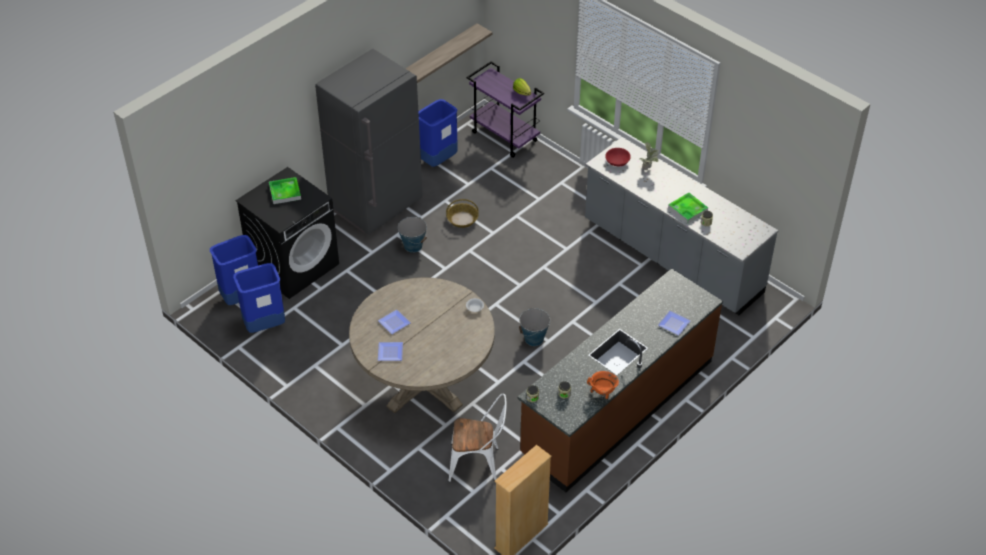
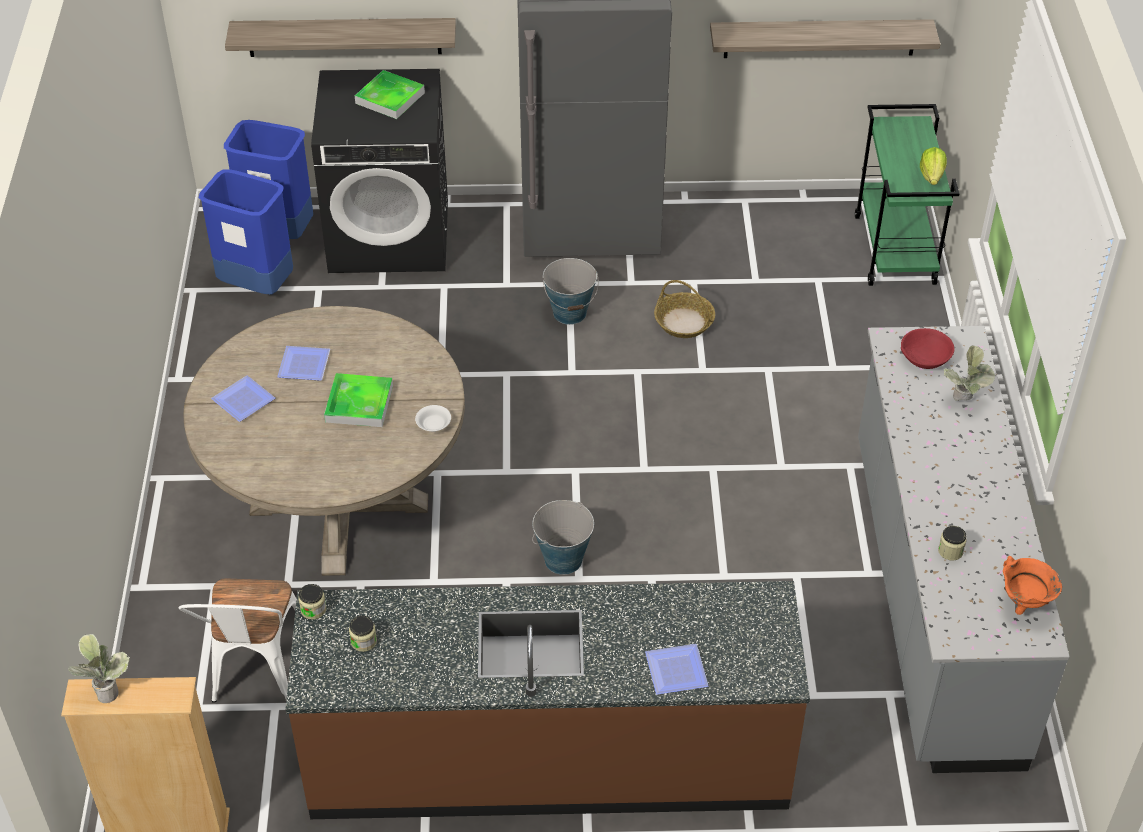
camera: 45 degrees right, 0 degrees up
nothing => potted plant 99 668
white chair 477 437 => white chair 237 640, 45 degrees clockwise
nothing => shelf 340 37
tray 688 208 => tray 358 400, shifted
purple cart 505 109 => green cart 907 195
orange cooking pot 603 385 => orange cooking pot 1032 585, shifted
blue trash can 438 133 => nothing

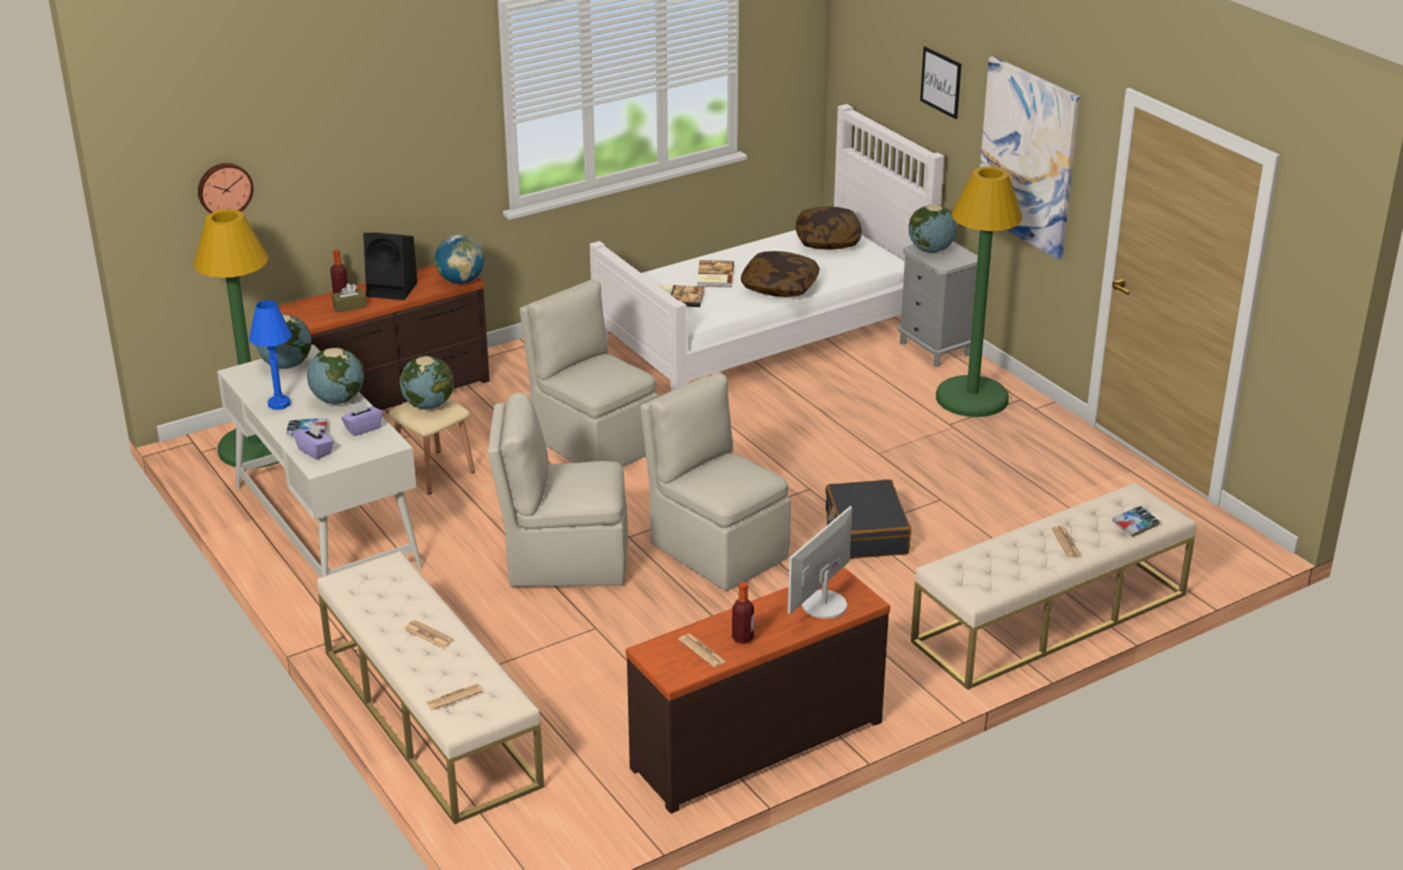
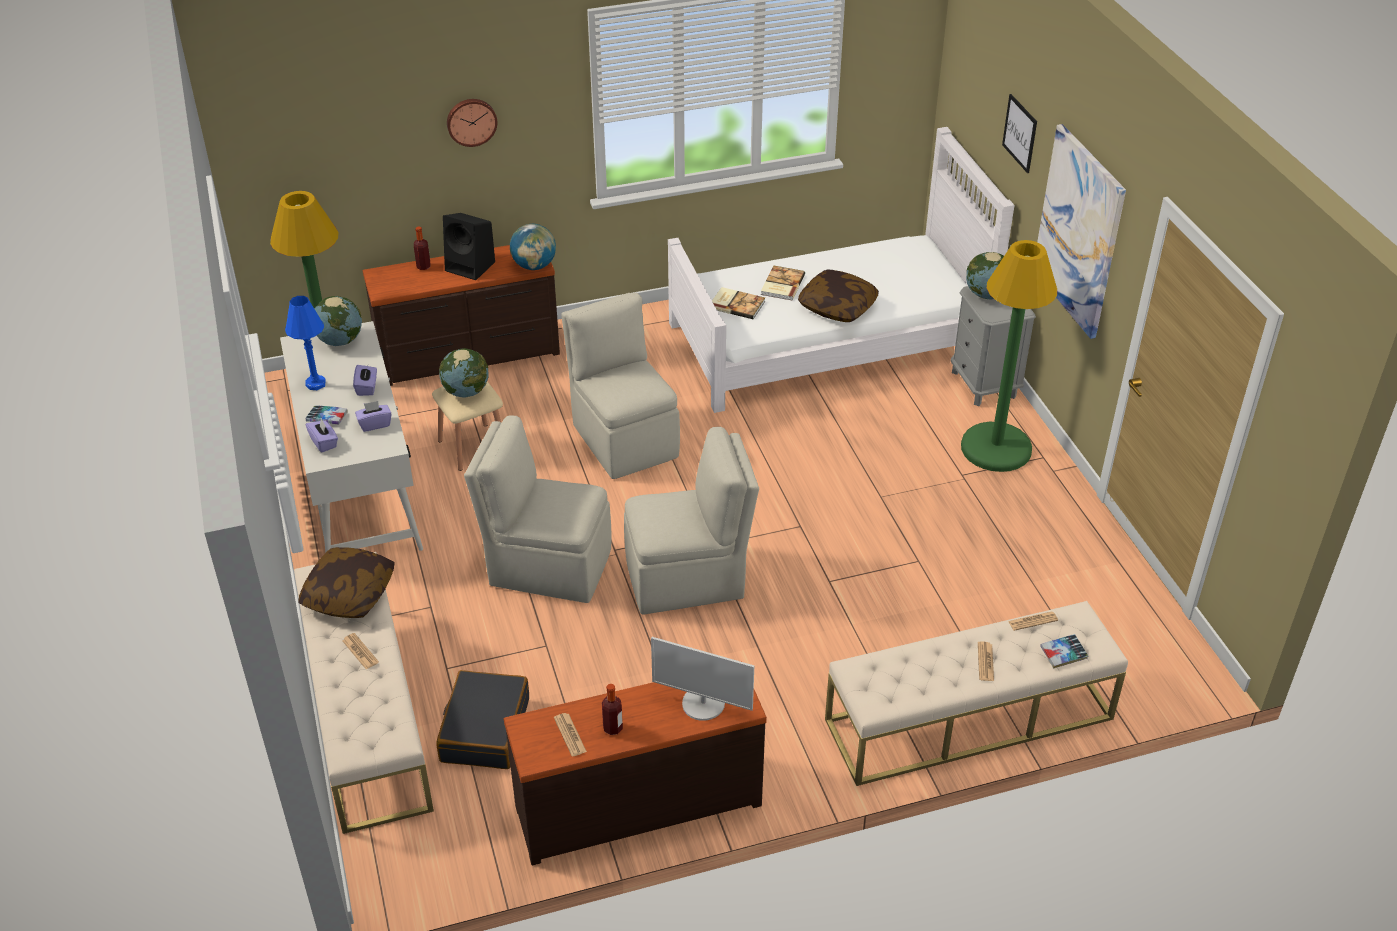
camera: 15 degrees right, 10 degrees up
pillow 828 228 => pillow 346 582, shifted
globe 335 375 => purple tissue box 365 380
black suitcase 868 519 => black suitcase 482 719, shifted
wall clock 226 188 => wall clock 472 123, shifted
beige chair 715 482 => beige chair 691 521, 105 degrees clockwise
monitor 820 562 => monitor 702 679, 120 degrees counterclockwise
newspaper 454 696 => newspaper 1033 621, shifted
brown tissue box 349 298 => nothing

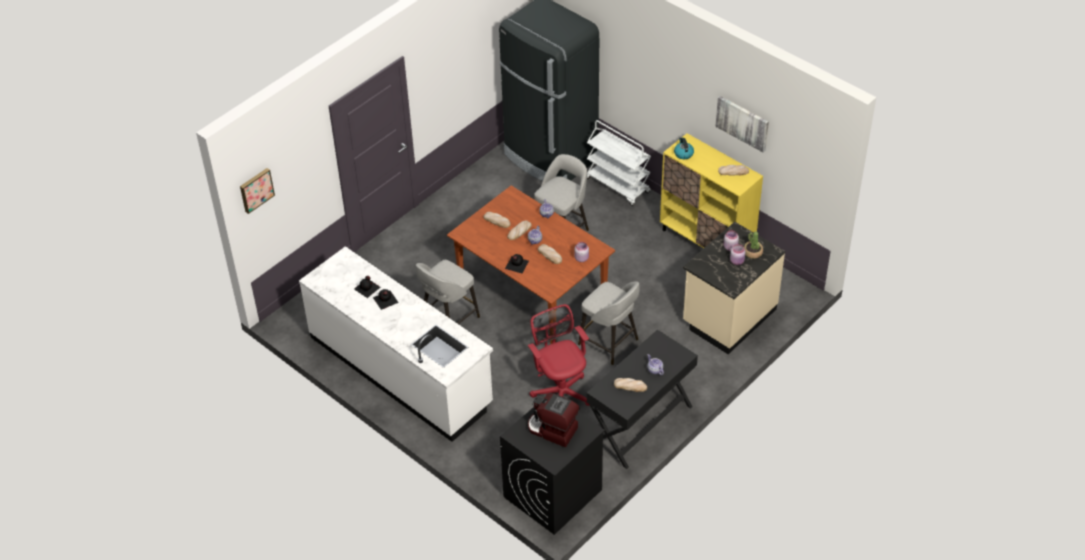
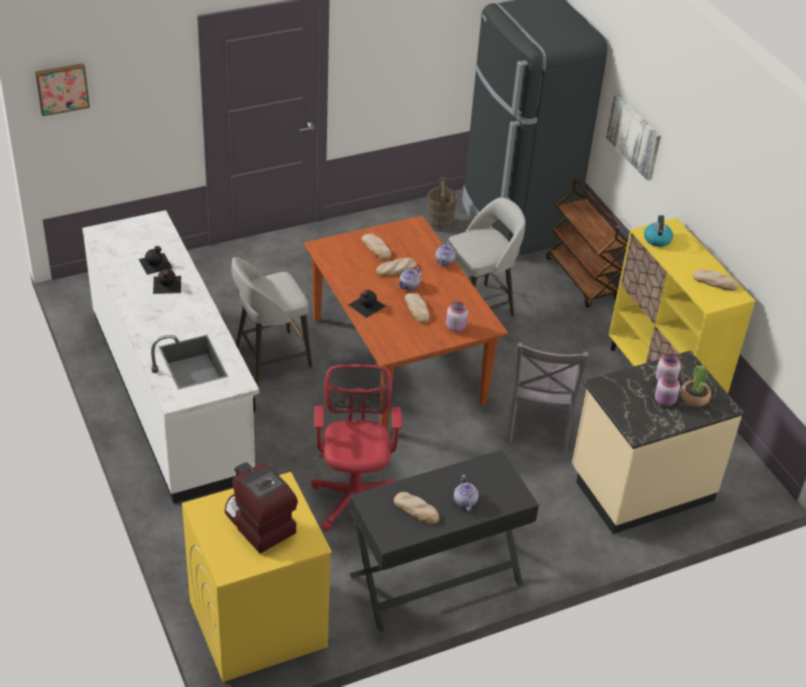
camera: 20 degrees right, 5 degrees down
black washing machine 552 463 => yellow washing machine 257 577
nothing => brown bucket 442 204
nothing => grey chair 547 397
white cart 619 163 => brown cart 586 243
picture 742 124 => picture 633 137, shifted
grey stool 608 323 => nothing

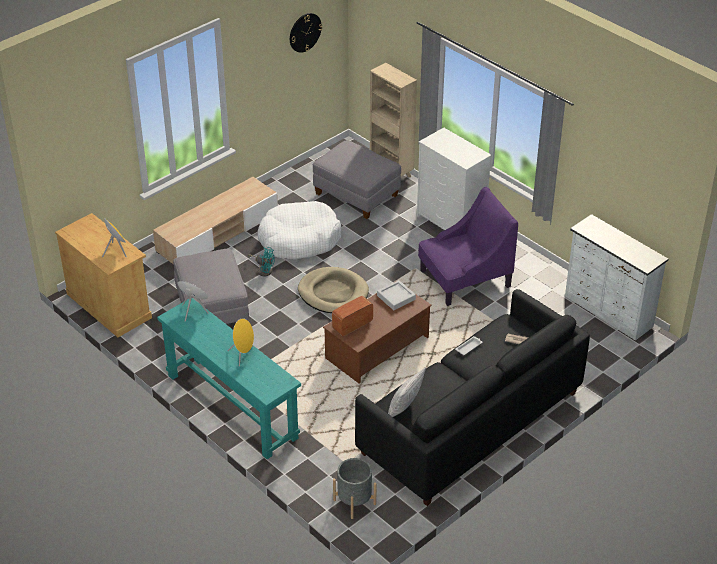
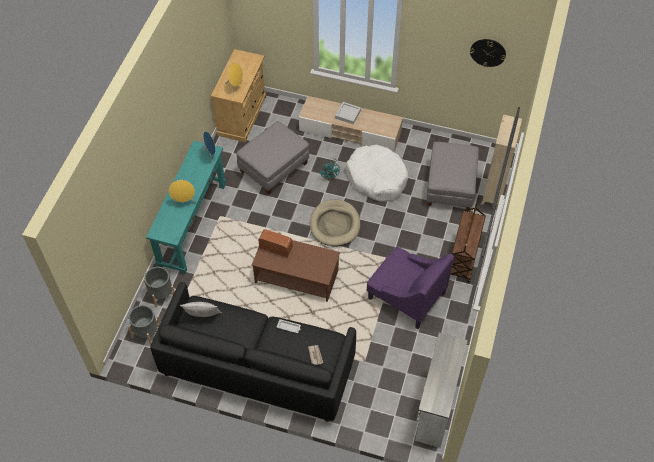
camera: 60 degrees right, 15 degrees up
nothing => grey planter 159 287
grey tray 396 295 => grey tray 348 113, shifted
white dresser 454 179 => brown cart 468 242

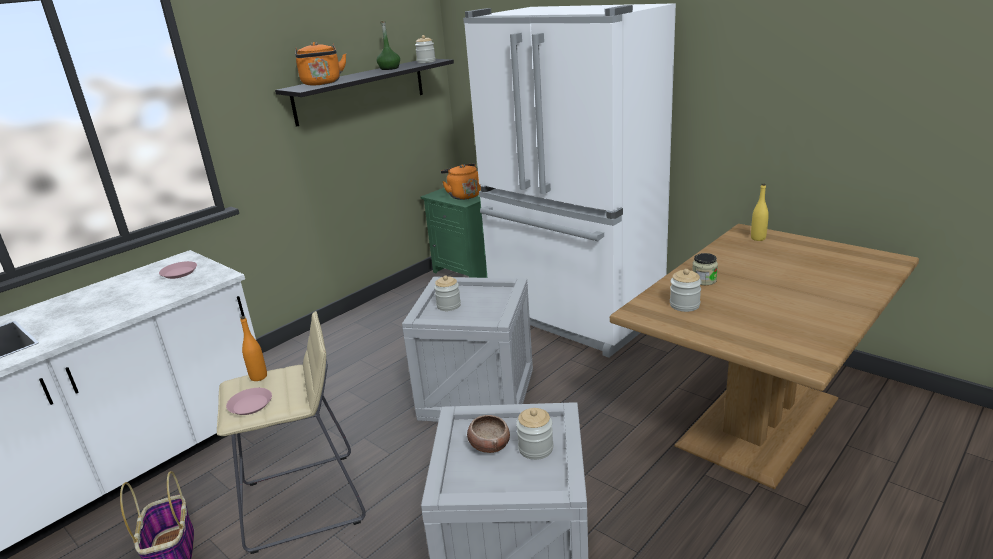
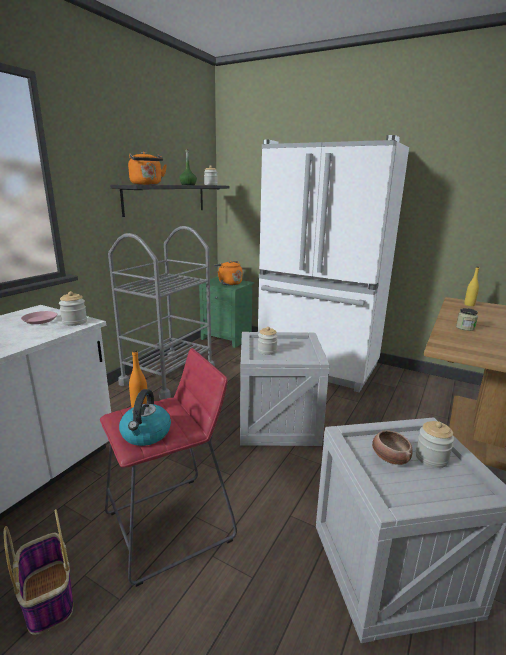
camera: 15 degrees left, 5 degrees down
jar 686 290 => jar 73 308, shifted
beige stool 291 432 => red stool 168 467
nothing => grey cart 161 313
pink plate 249 401 => kettle 145 417

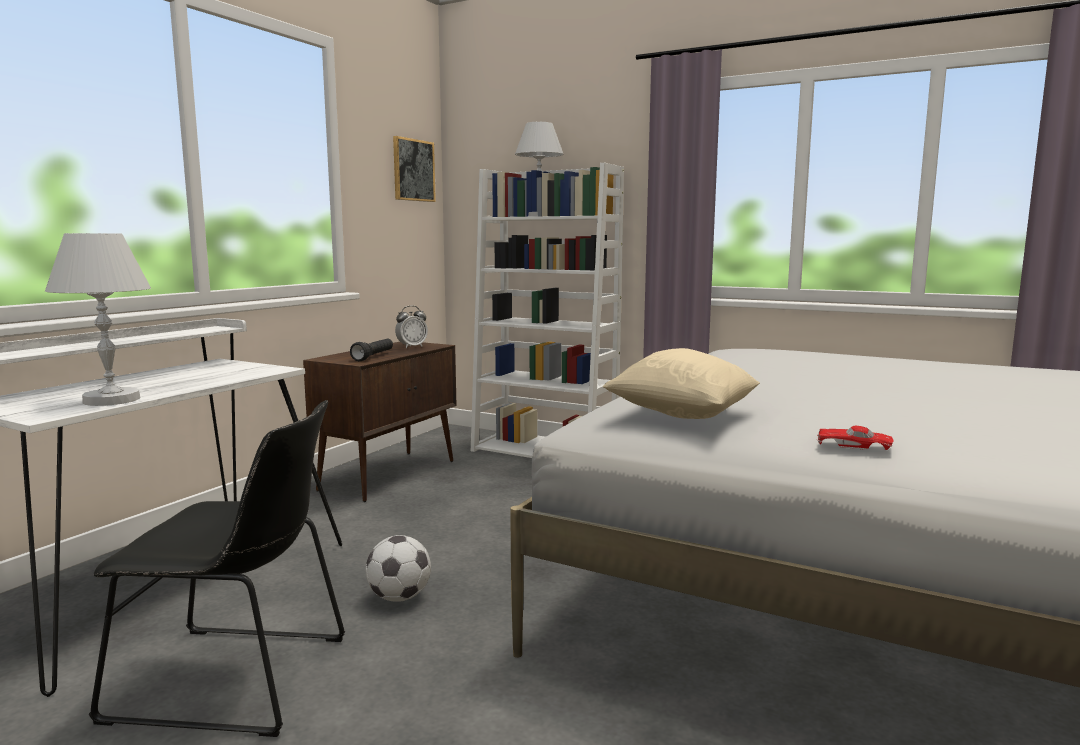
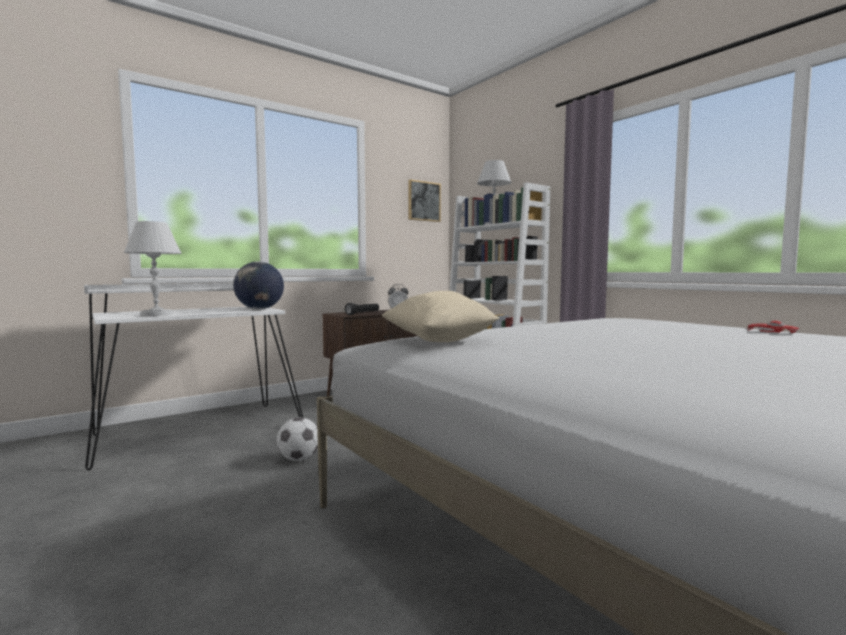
camera: 25 degrees right, 5 degrees down
nothing => globe 258 285
red toy car 855 437 => red toy car 773 327, shifted
black chair 217 568 => nothing

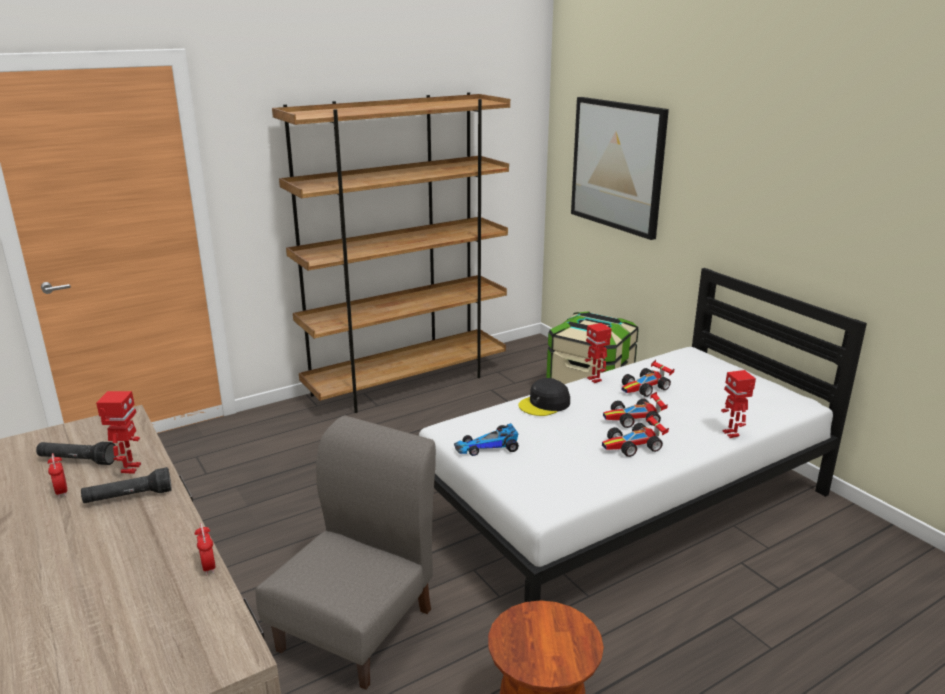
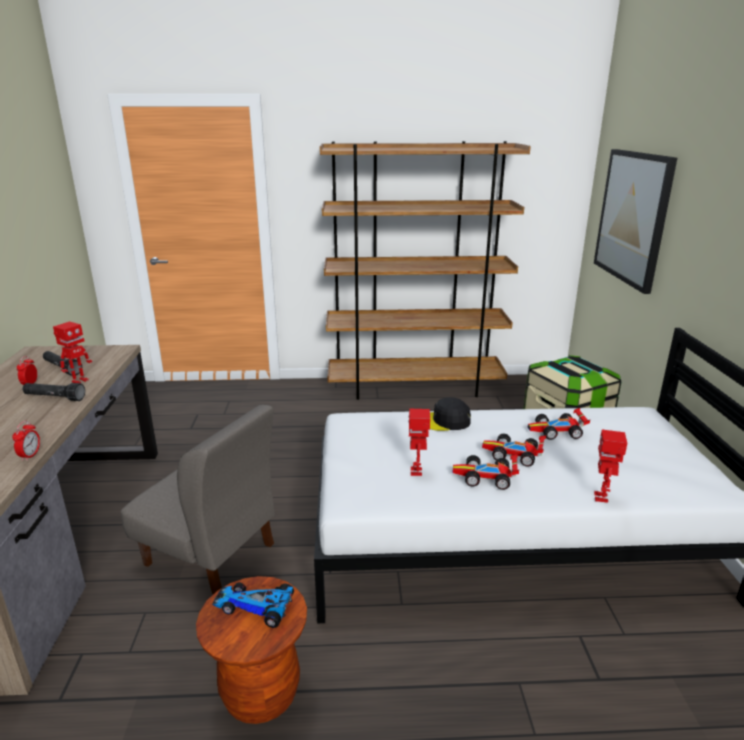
camera: 30 degrees right, 0 degrees up
grey chair 346 552 => grey chair 198 499, 60 degrees clockwise
toy car 486 439 => toy car 253 605, shifted
toy robot 598 353 => toy robot 419 442, shifted

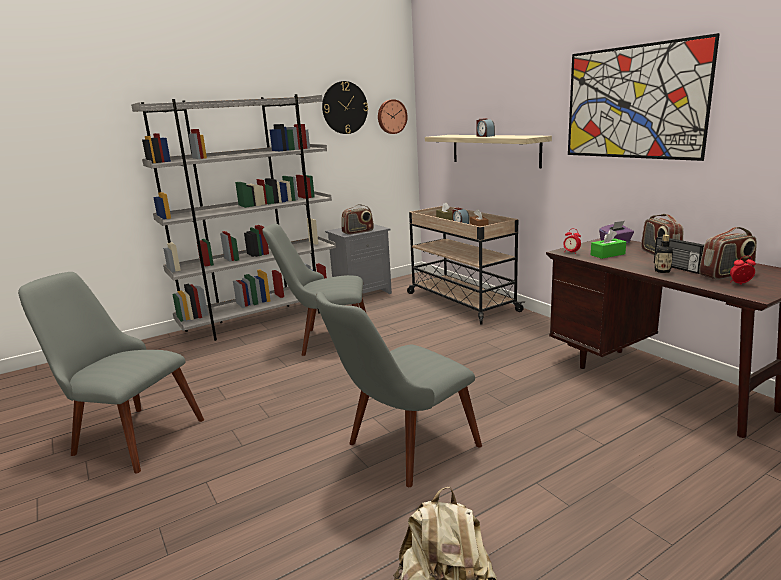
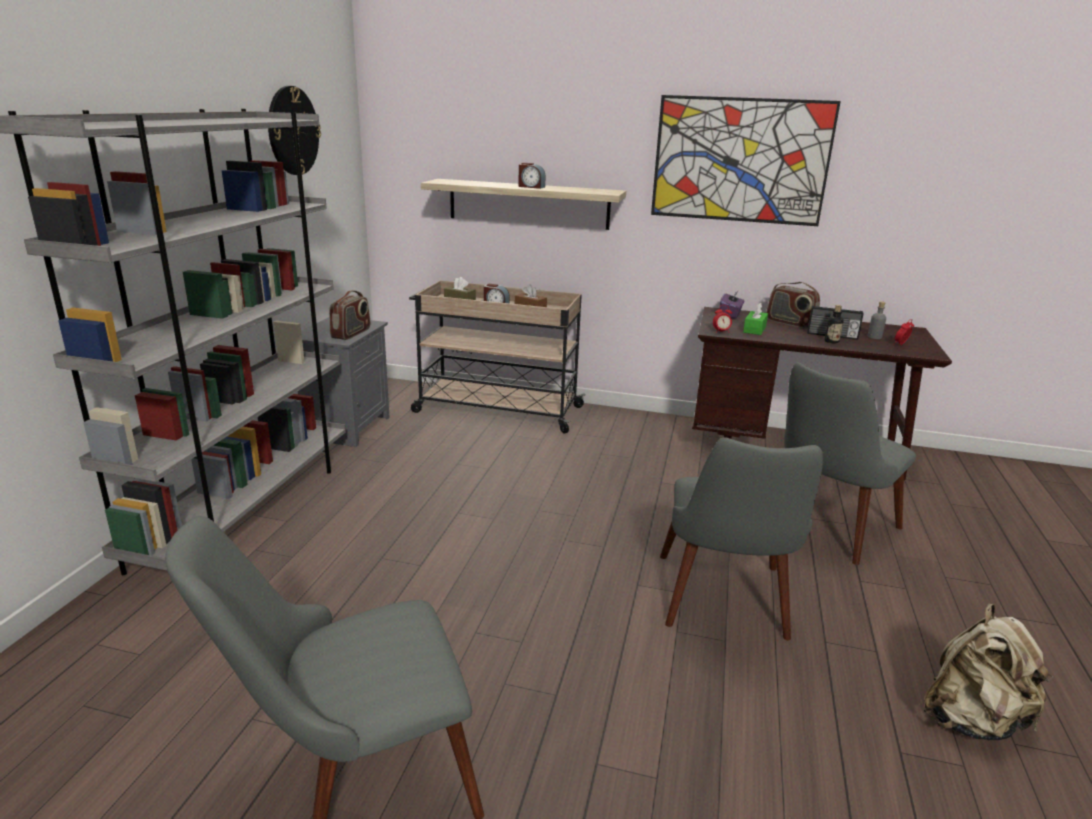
camera: 45 degrees left, 5 degrees up
grey chair 314 289 => grey chair 850 463, shifted
radio 728 253 => grey bottle 877 320
wall clock 393 116 => nothing

